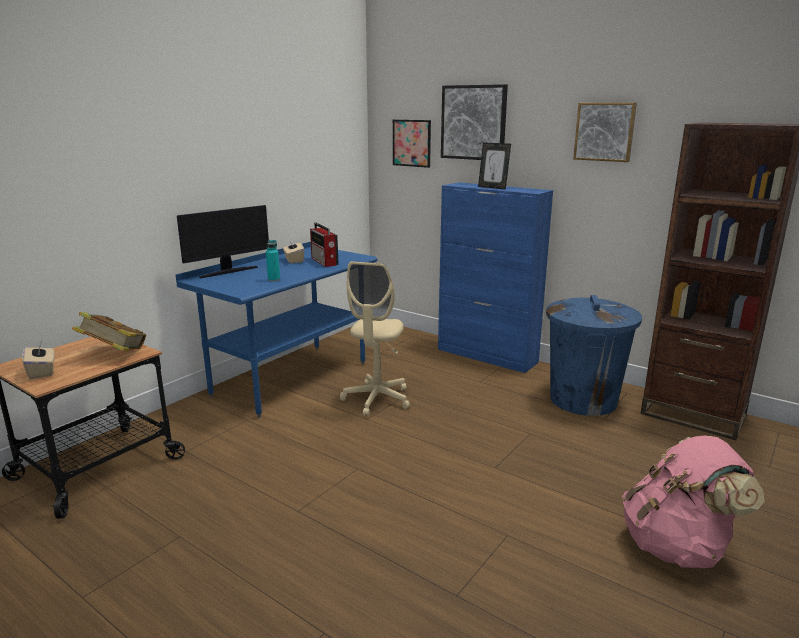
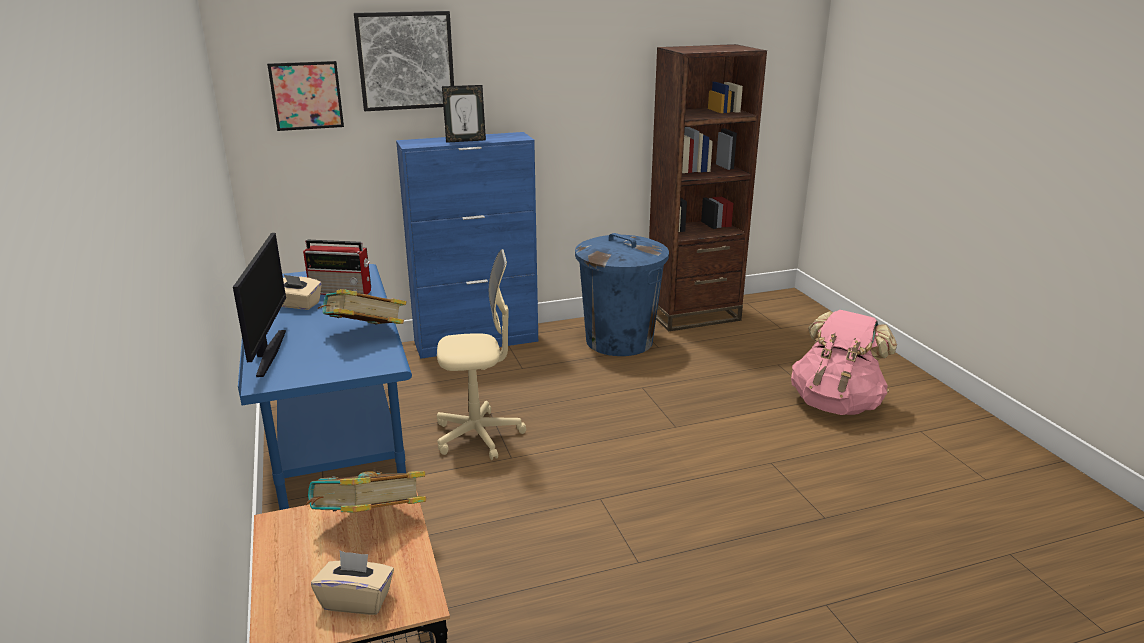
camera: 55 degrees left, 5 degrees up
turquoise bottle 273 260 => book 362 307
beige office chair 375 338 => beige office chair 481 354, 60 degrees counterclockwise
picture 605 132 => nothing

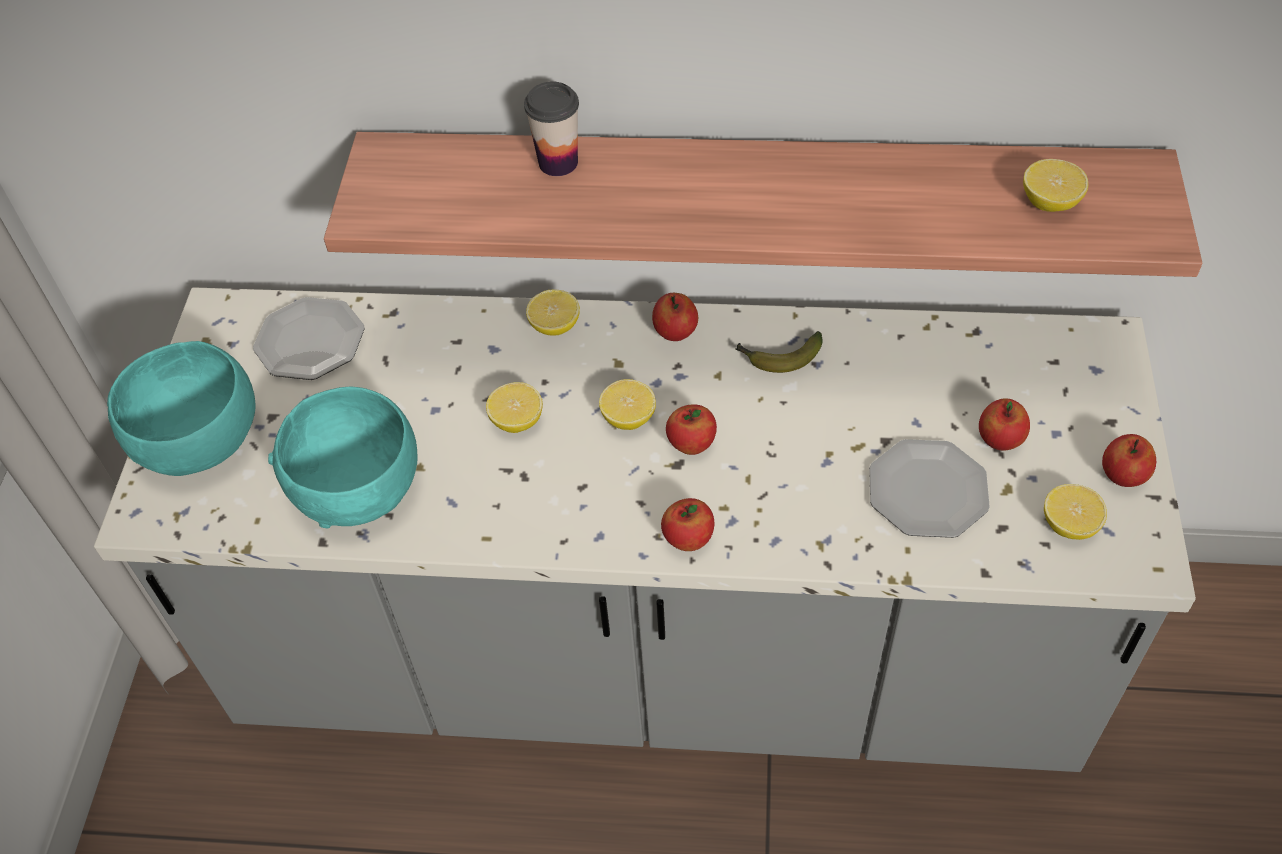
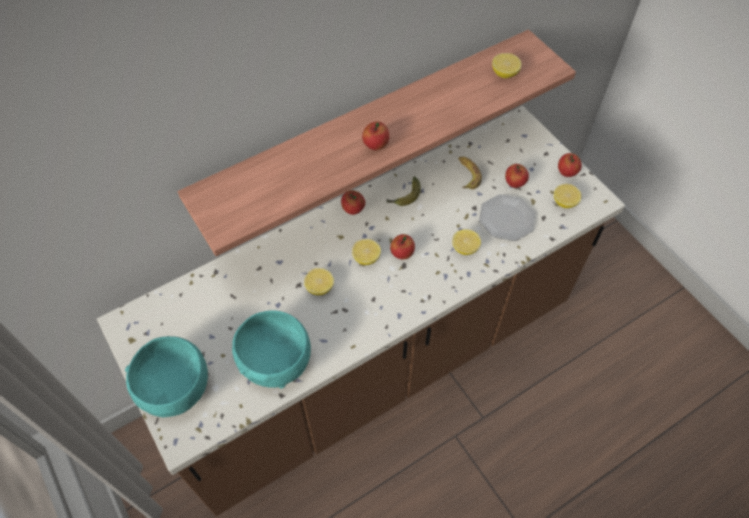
camera: 40 degrees left, 5 degrees up
grey counter 645 529 => brown counter 361 311
apple 688 524 => apple 375 135, shifted
lemon 553 313 => lemon 466 242, shifted
nothing => banana 470 173
plate 309 338 => nothing
cup 551 129 => nothing

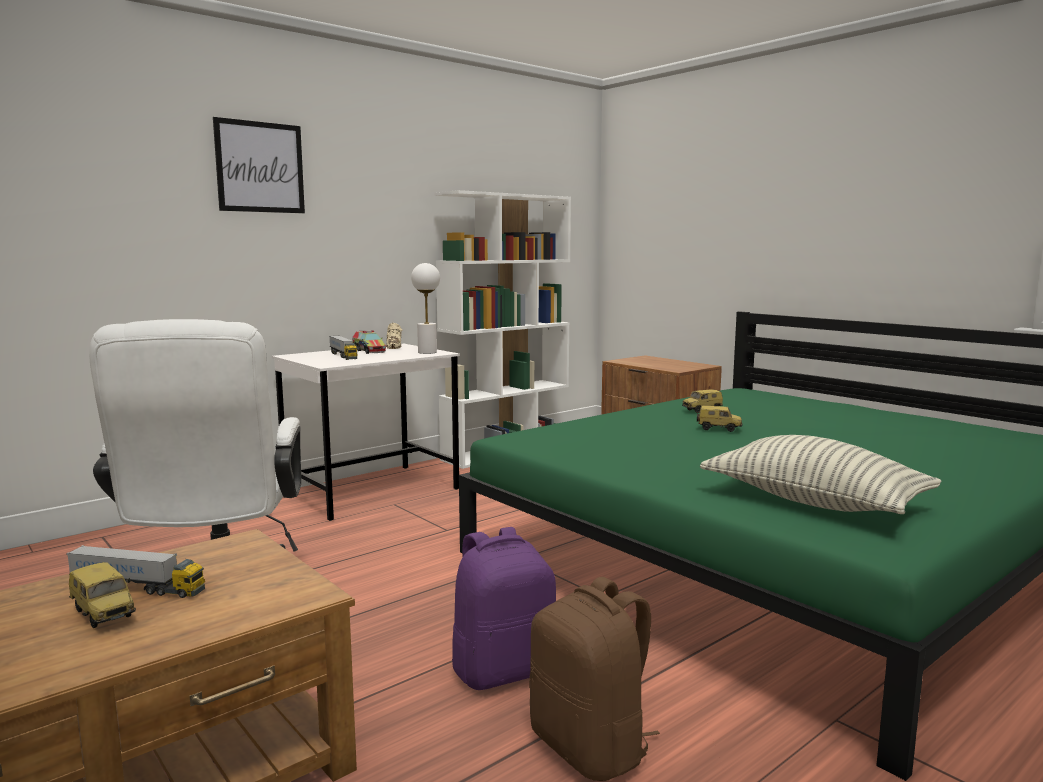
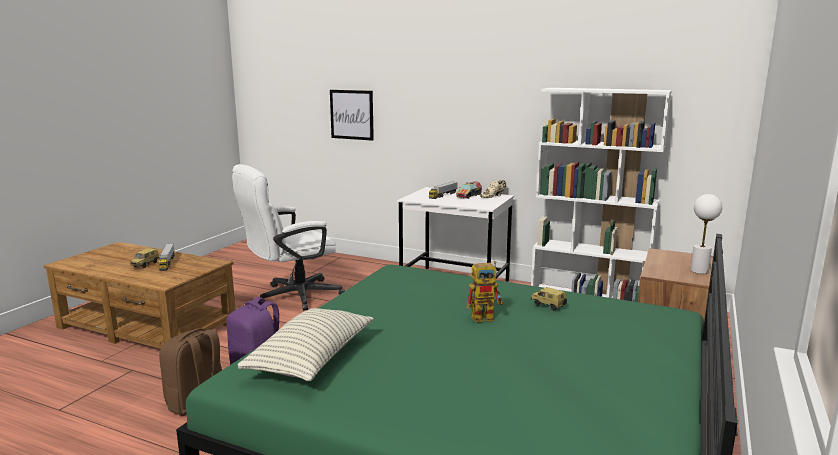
camera: 65 degrees right, 5 degrees up
picture 259 165 => picture 352 115, shifted
toy car 720 419 => toy robot 484 292
white table lamp 425 308 => white table lamp 706 234, shifted

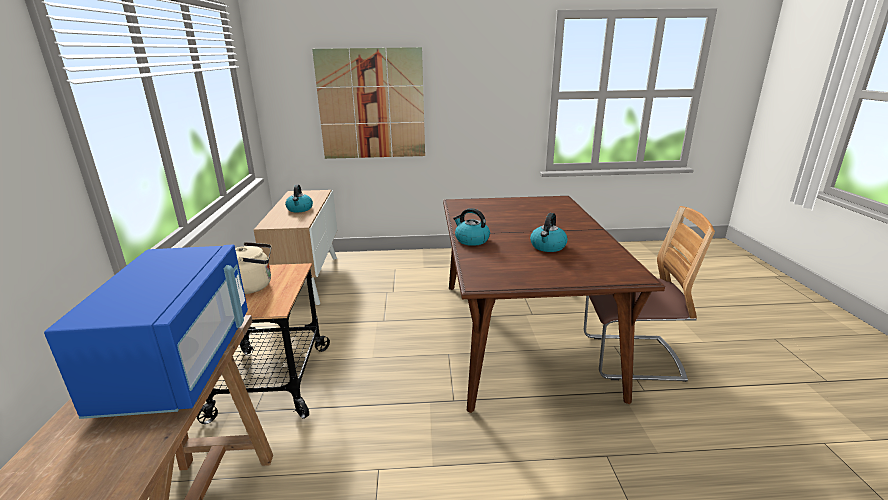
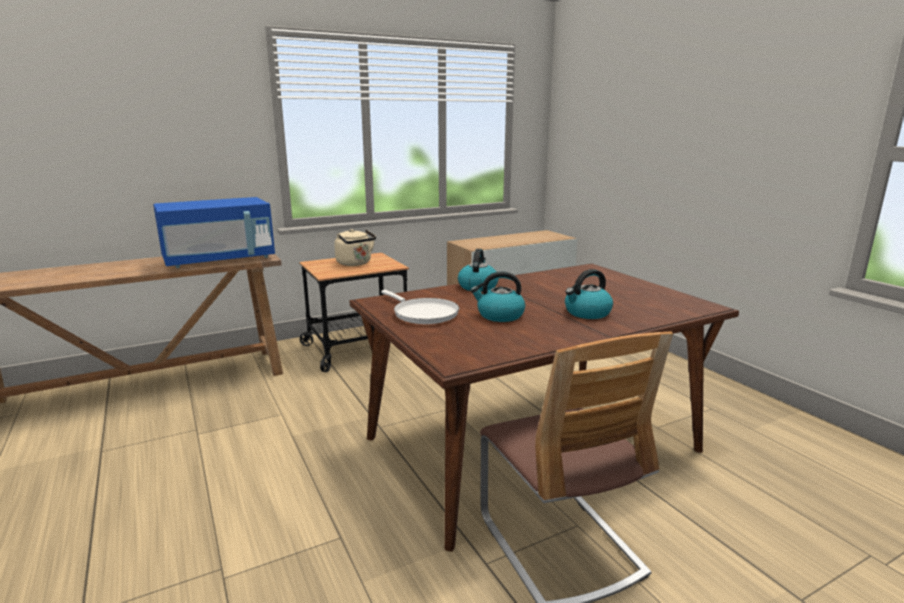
camera: 65 degrees right, 5 degrees down
nothing => white frying pan 420 307
kettle 299 198 => kettle 589 294, shifted
picture 368 103 => nothing

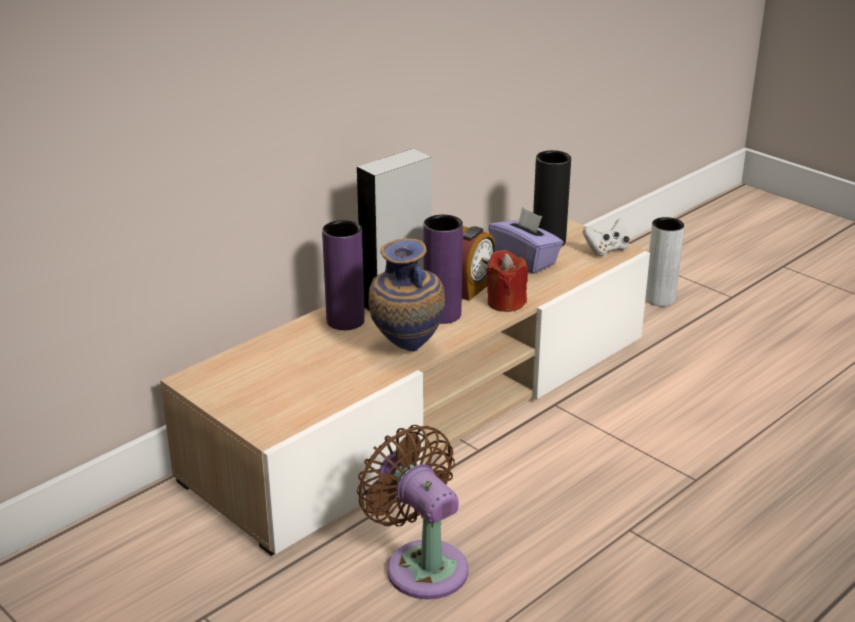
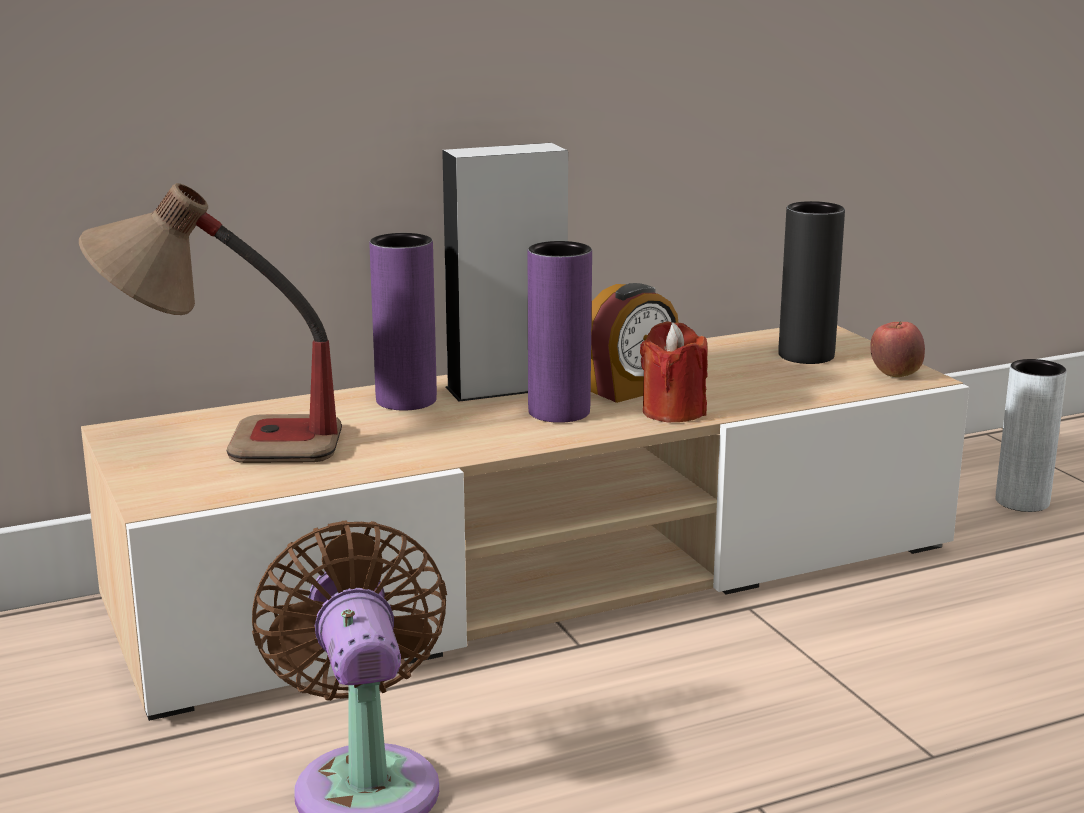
camera: 20 degrees right, 10 degrees down
nothing => table lamp 210 323
white game controller 605 237 => apple 897 349
vase 407 294 => nothing
purple tissue box 526 240 => nothing

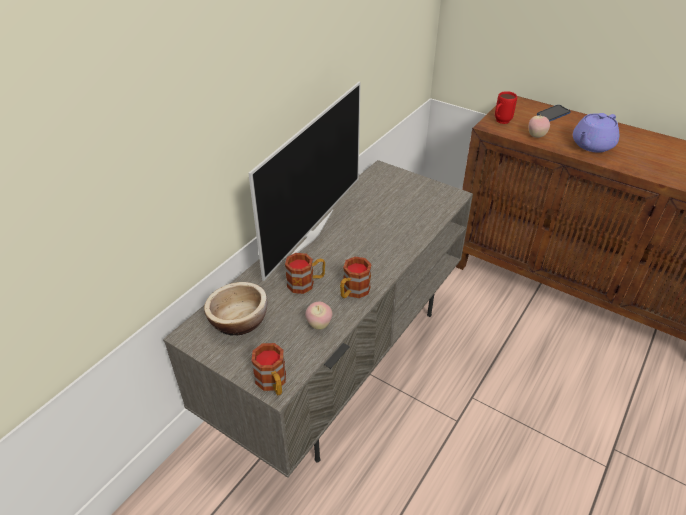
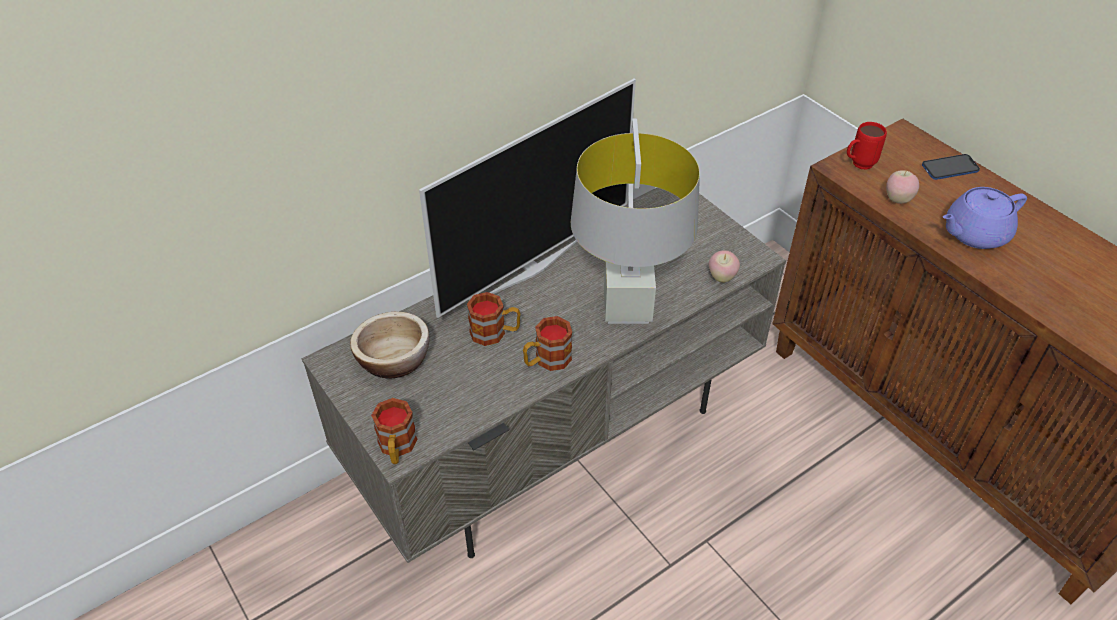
camera: 20 degrees right, 5 degrees up
nothing => grey table lamp 635 221
apple 319 316 => apple 724 266, shifted

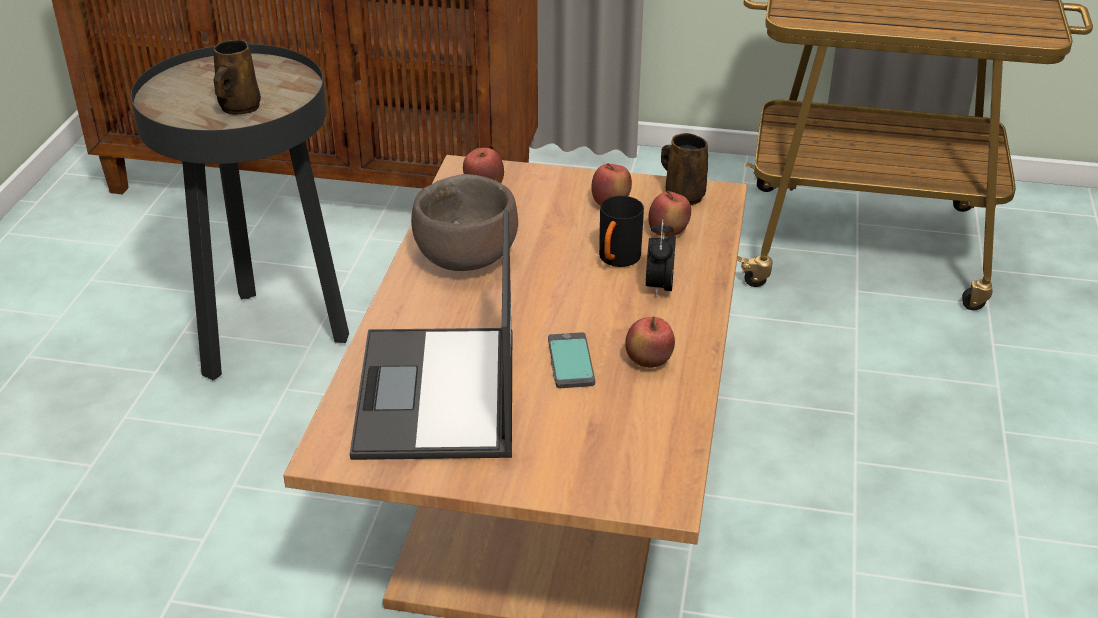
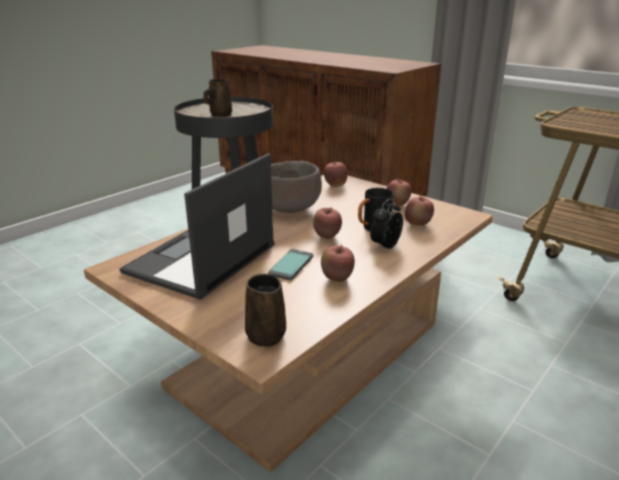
camera: 30 degrees right, 10 degrees down
brown mug 684 169 => brown mug 265 310, shifted
nothing => apple 327 223

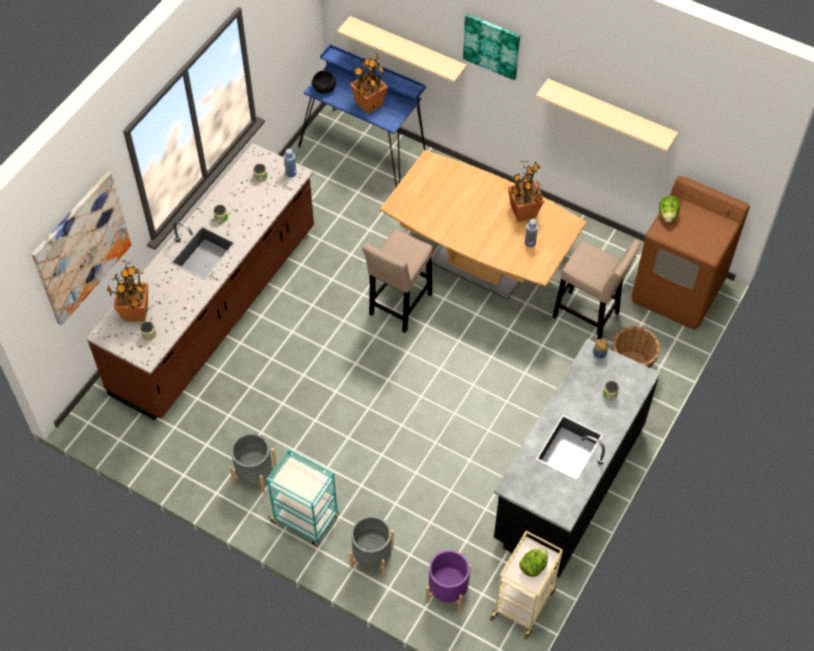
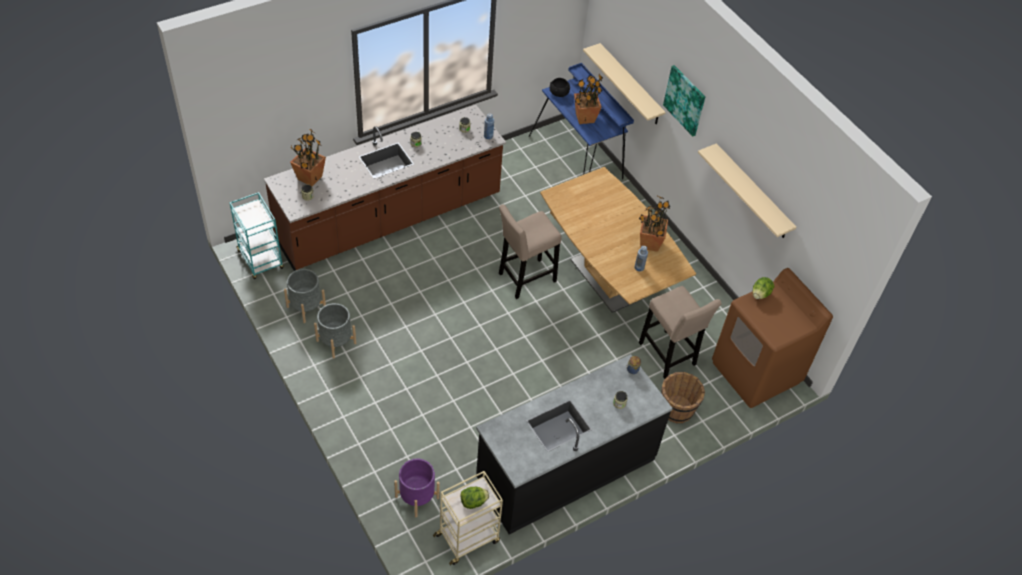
camera: 25 degrees right, 5 degrees down
turquoise cart 303 497 => turquoise cart 256 235, shifted
grey planter 371 546 => grey planter 305 296, shifted
picture 81 248 => nothing

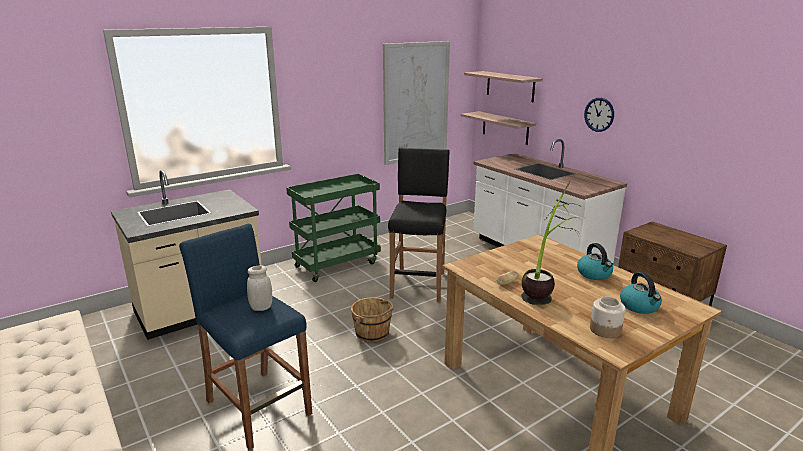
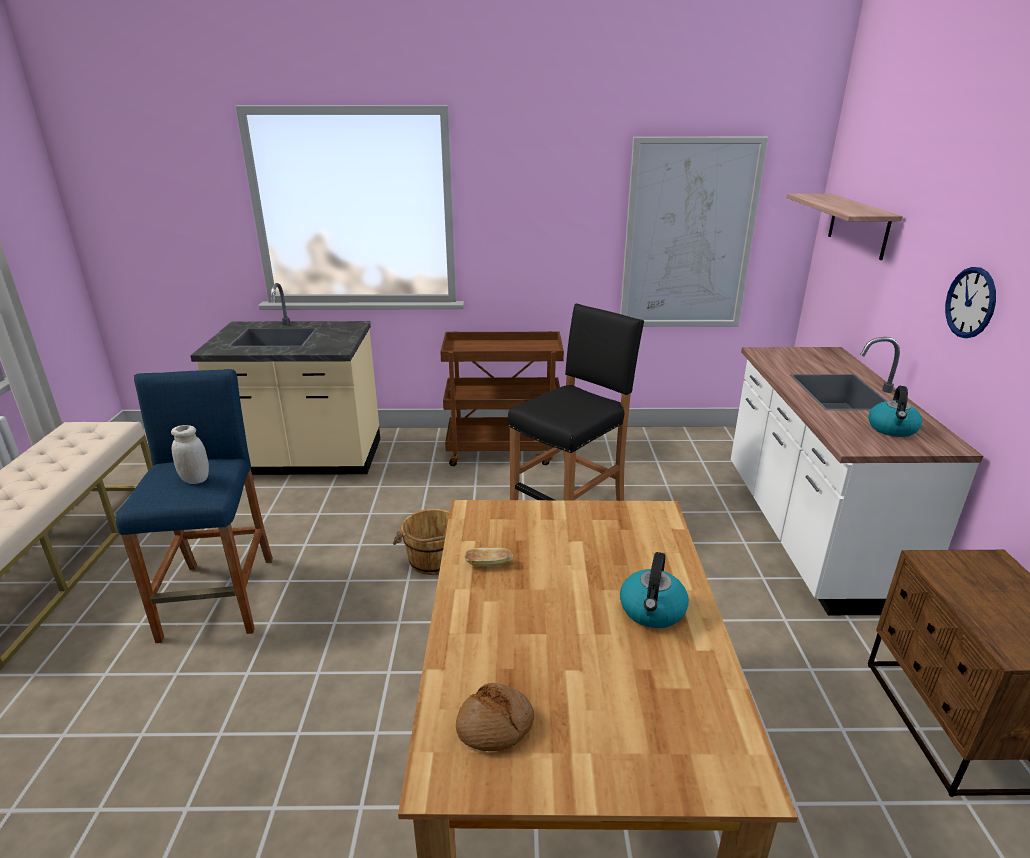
camera: 35 degrees right, 5 degrees up
green cart 333 227 => brown cart 502 398
jar 608 317 => bread 495 717
kettle 641 293 => kettle 895 411, shifted
shelf 498 128 => nothing
potted plant 550 243 => nothing

